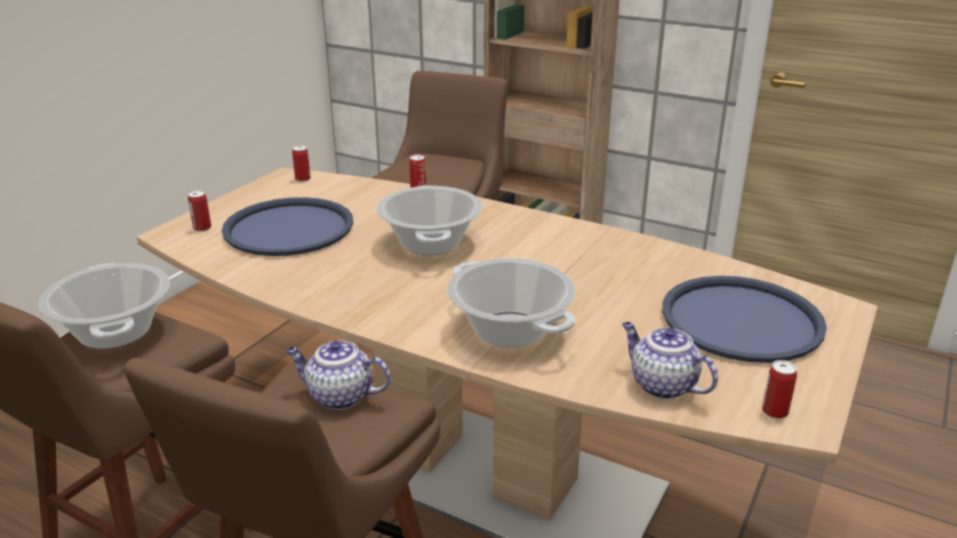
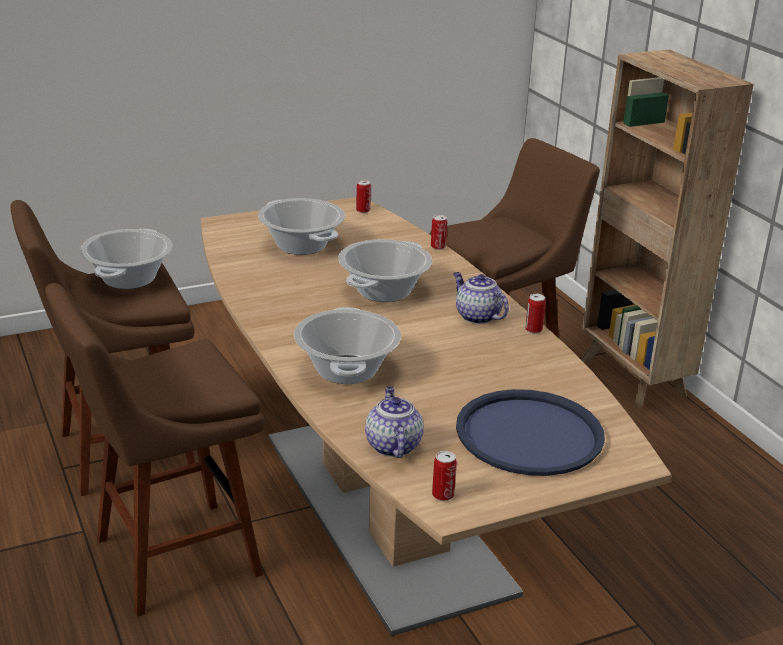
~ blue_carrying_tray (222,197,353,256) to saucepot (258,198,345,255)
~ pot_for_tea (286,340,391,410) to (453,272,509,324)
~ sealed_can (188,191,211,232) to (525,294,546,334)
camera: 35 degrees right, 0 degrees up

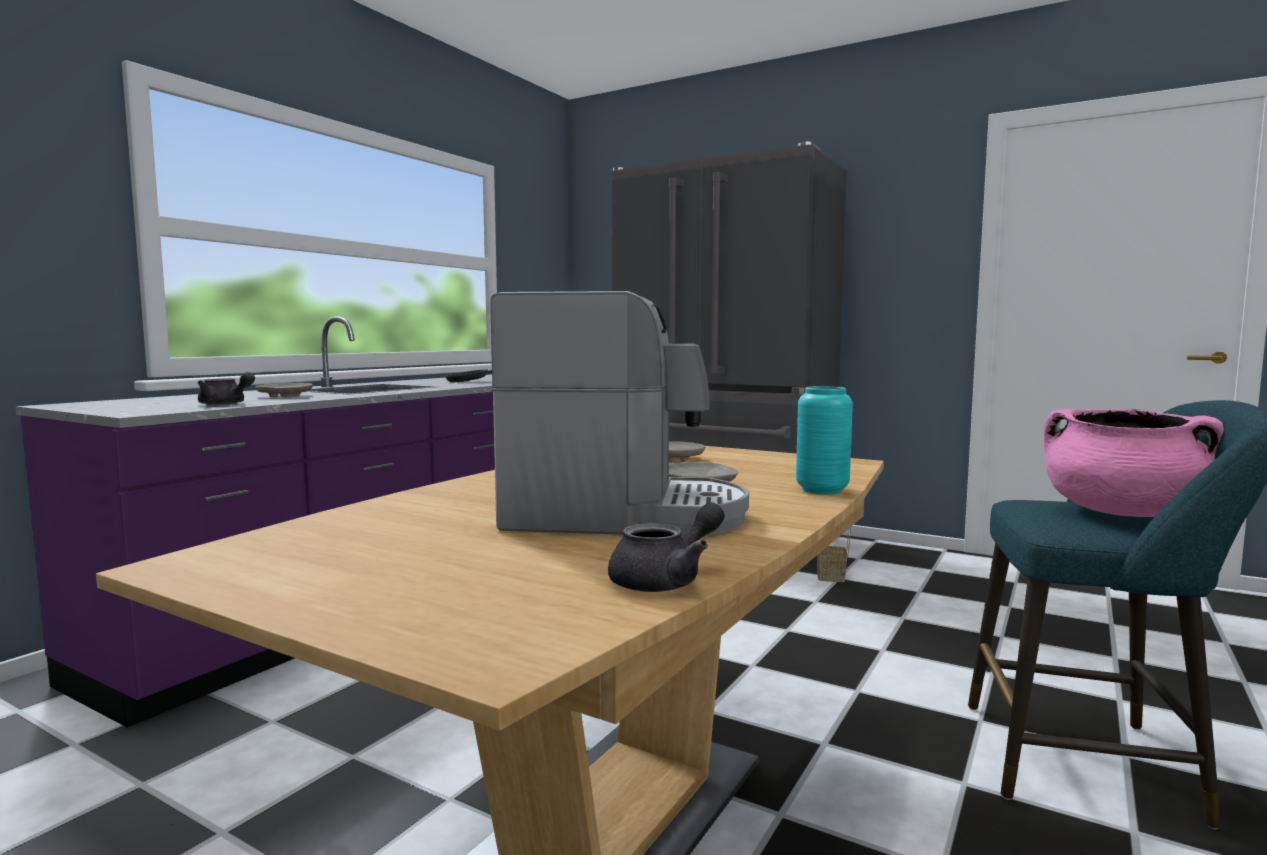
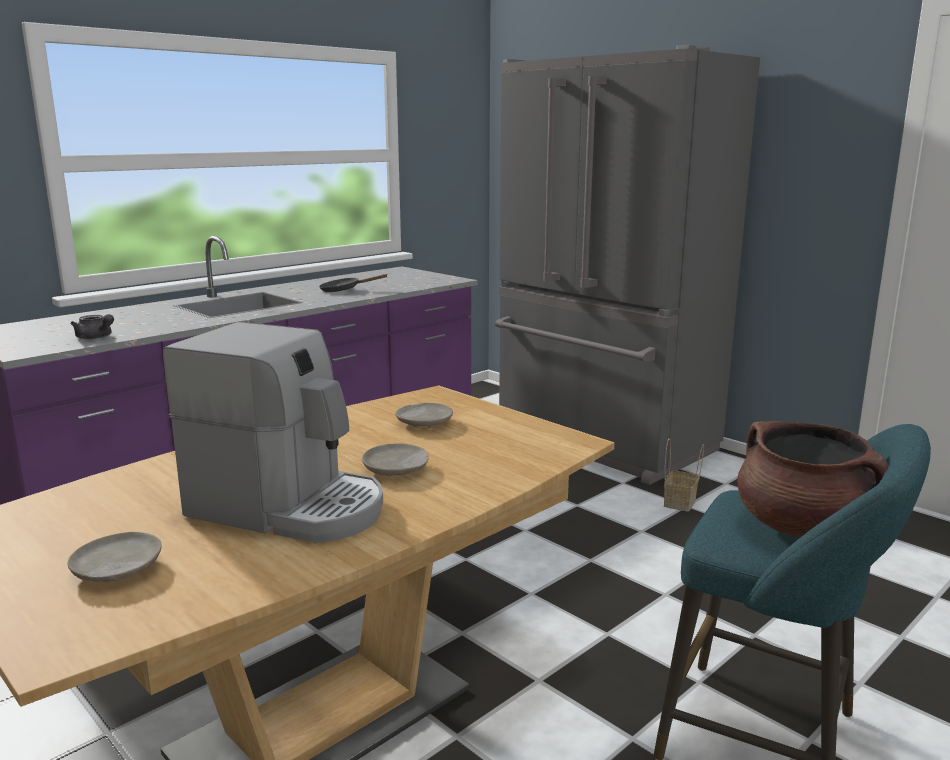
~ sand-coloured_plate (255,383,313,397) to (67,532,162,582)
~ pink-coloured_saucepot (1044,409,1224,517) to brown-coloured_saucepot (738,421,888,538)
- gray_pot_for_tea (608,502,725,592)
- turquoise-coloured_decorative_vase (796,386,853,494)
camera: 15 degrees right, 10 degrees up

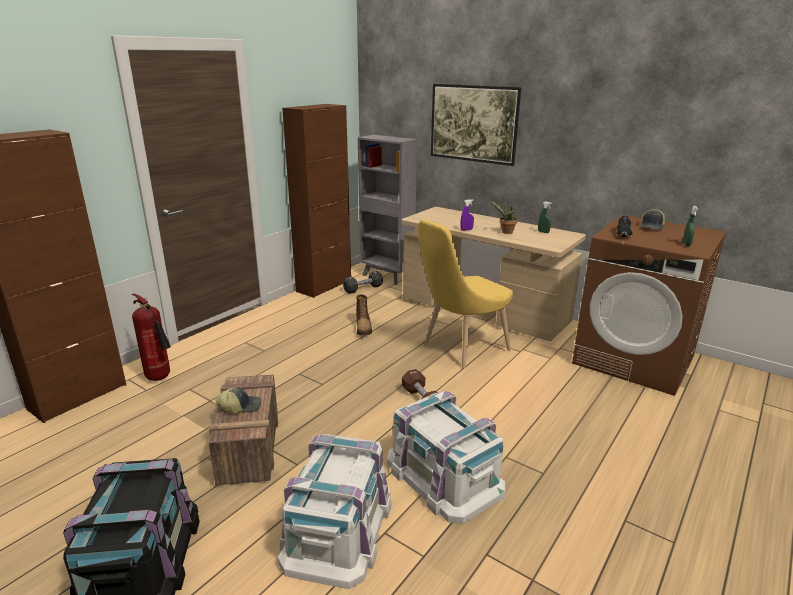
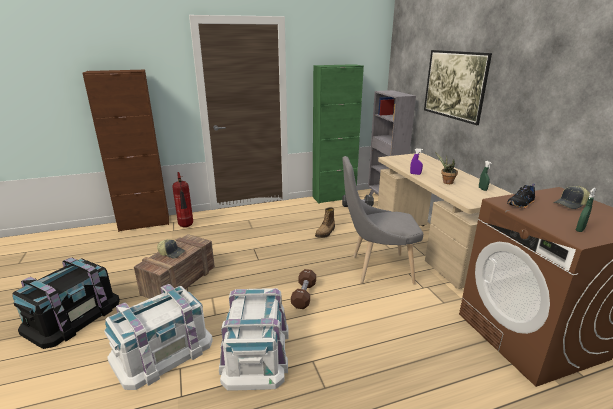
~ brown-coloured_storage_cabinet (282,104,351,298) to green_storage_cabinet (313,64,364,204)
~ yellowish_chair (418,219,513,368) to gray_chair (342,156,423,284)
camera: 35 degrees right, 0 degrees up

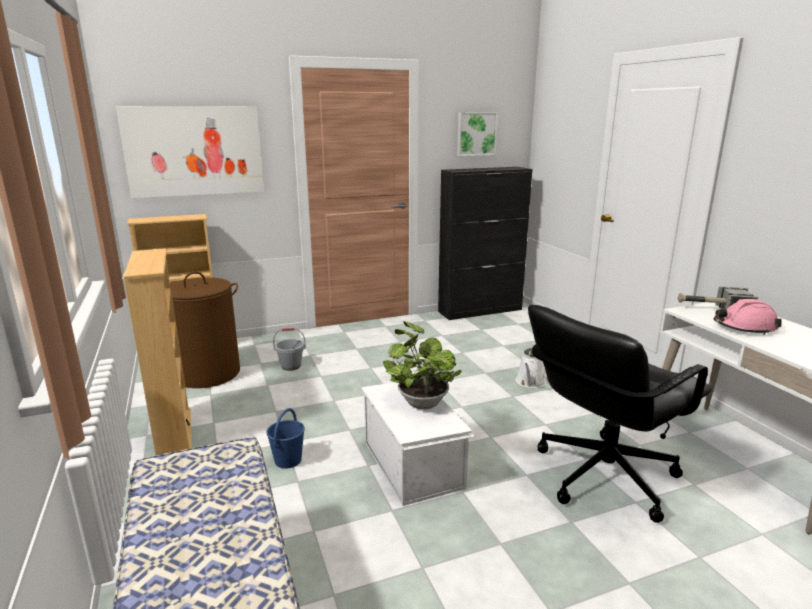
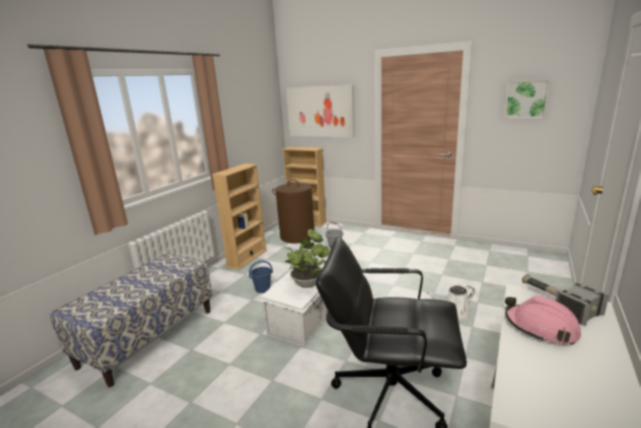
- black-coloured_storage_cabinet (438,167,532,320)
camera: 50 degrees right, 0 degrees up

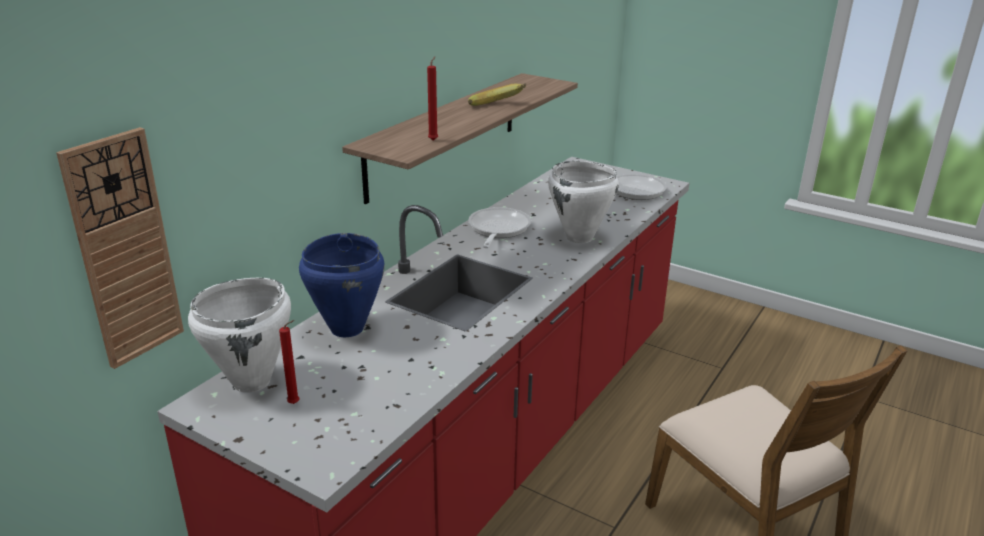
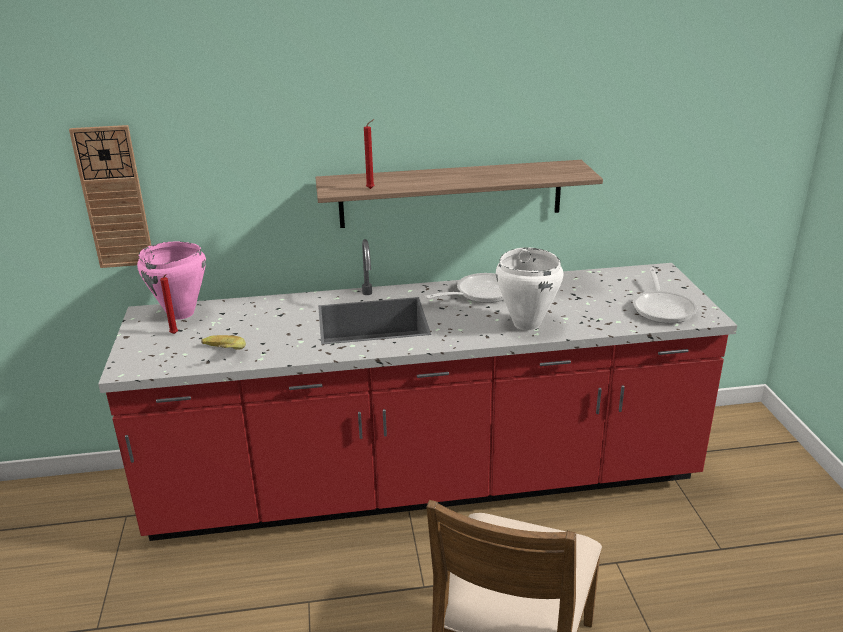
~ white_saucepot (188,278,291,393) to pink-coloured_saucepot (137,242,206,320)
~ banana_fruit (468,83,526,106) to (201,335,246,350)
- blue_saucepot (299,233,385,337)
camera: 50 degrees right, 0 degrees up

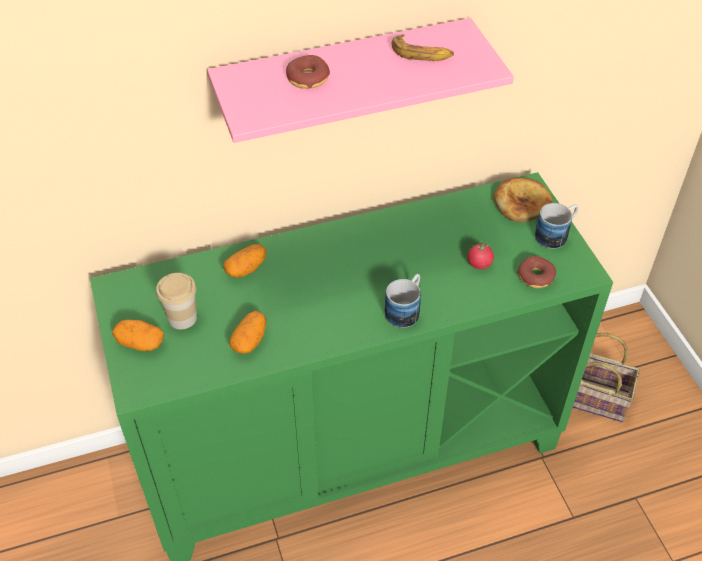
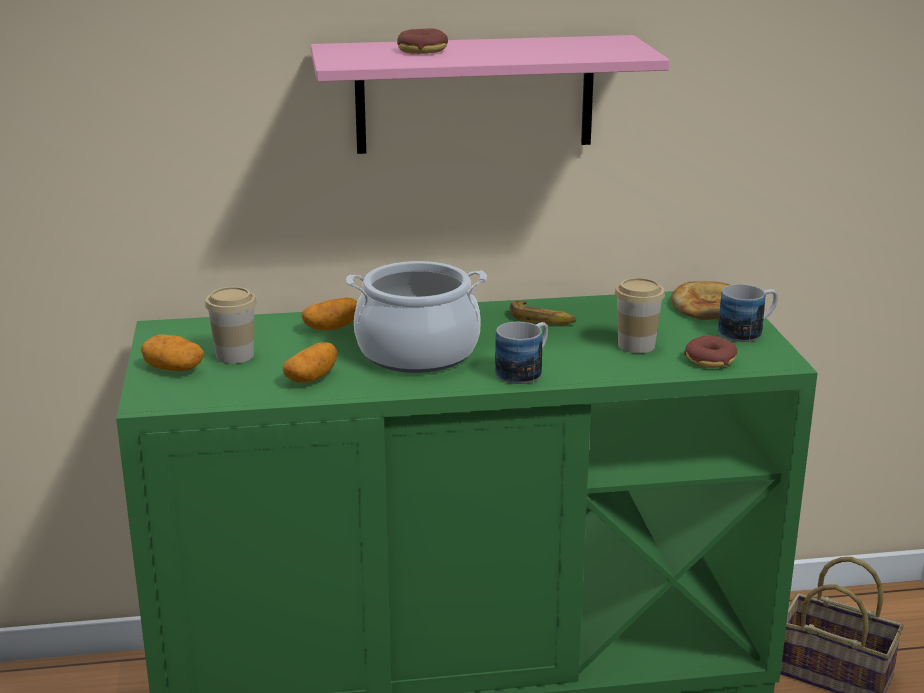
+ saucepot (346,261,487,373)
~ banana_fruit (392,35,454,61) to (510,301,576,325)
~ fresh_tomato (467,242,494,269) to drinking_cup (615,278,665,353)
camera: 10 degrees right, 25 degrees down

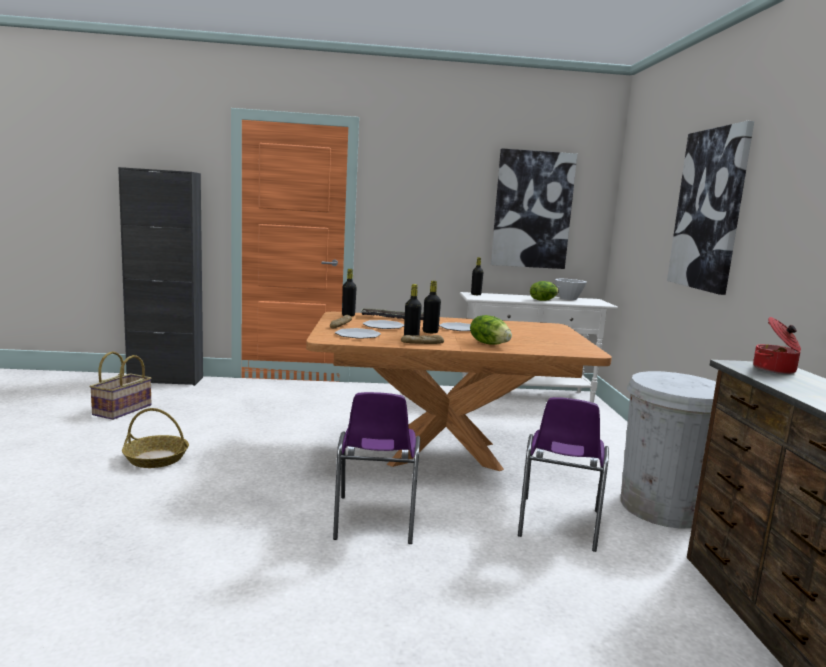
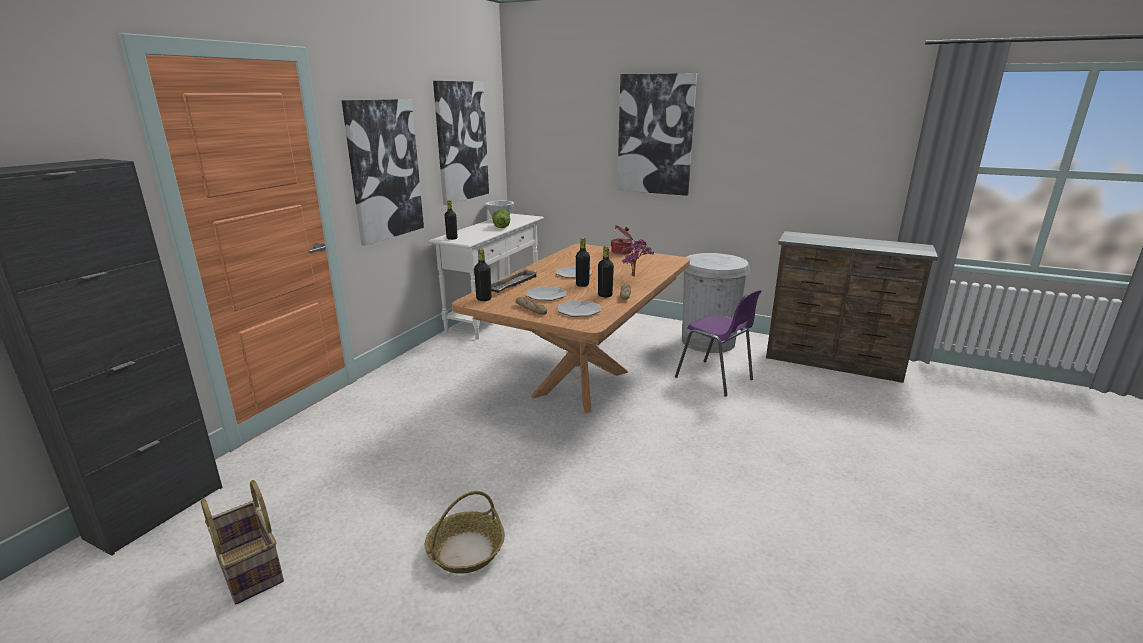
+ wall_picture (342,99,424,246)
~ saucepot (753,317,801,374) to (611,225,633,255)
~ head_of_lettuce (470,315,512,345) to potted_plant (622,239,654,276)
- purplish_chair (333,392,420,544)
camera: 60 degrees left, 10 degrees up

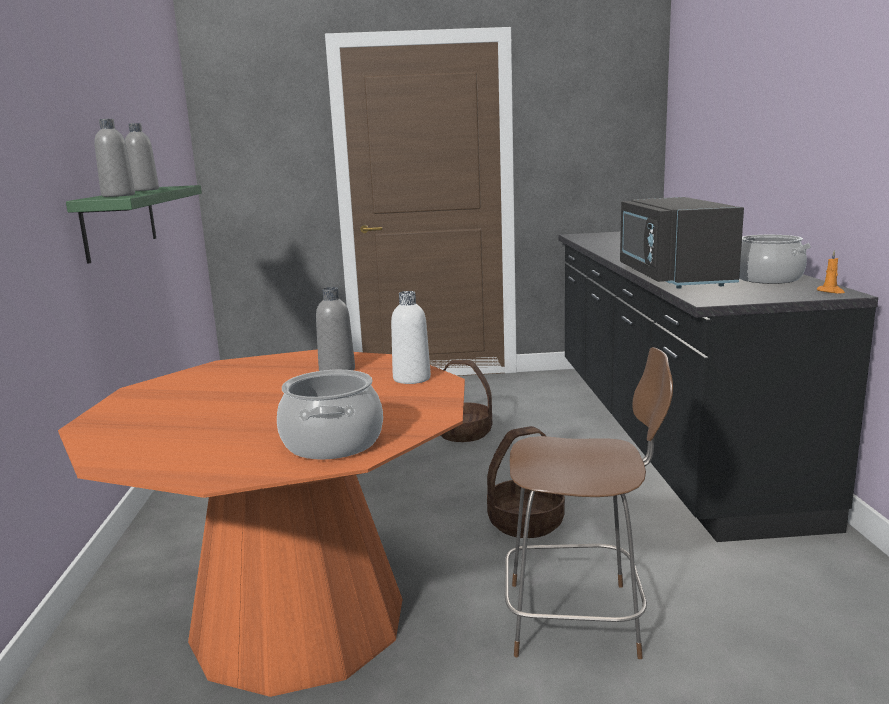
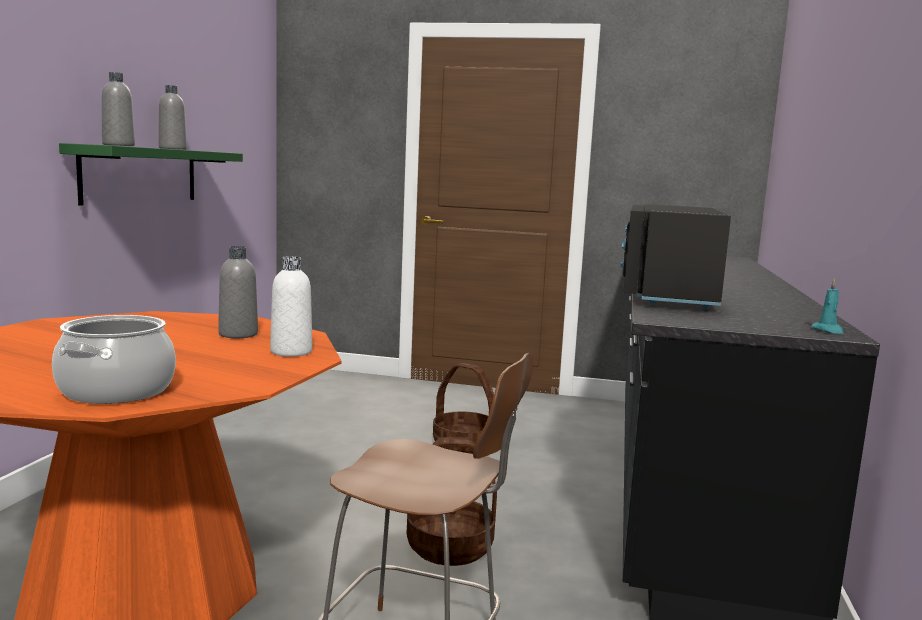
~ orange_candle (817,250,845,293) to turquoise-coloured_candle (811,278,844,334)
- saucepot (739,235,811,284)
camera: 15 degrees right, 5 degrees down

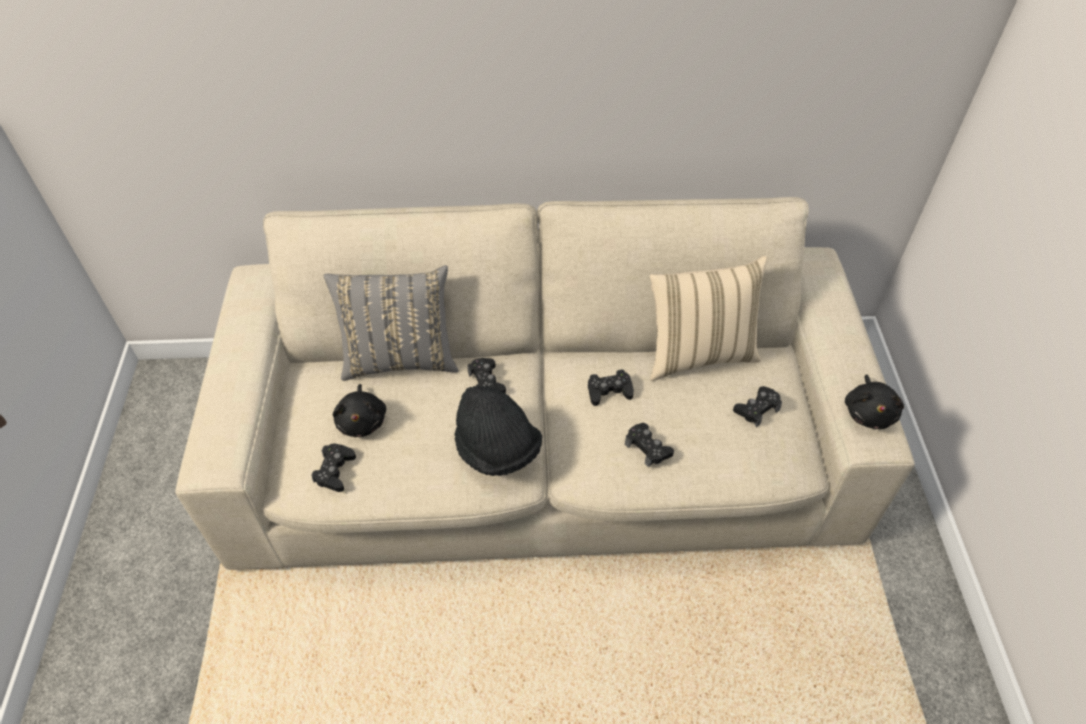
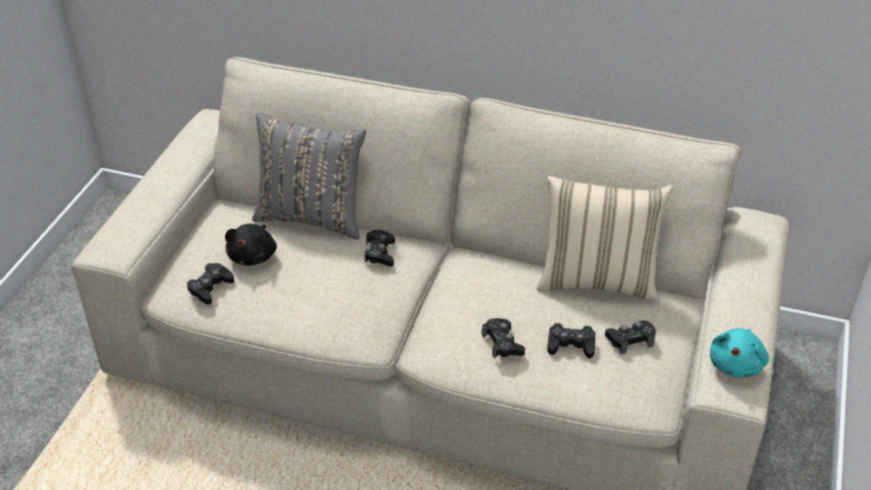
~ black-coloured_joypad (588,369,634,406) to (547,323,596,359)
~ black-coloured_plush_toy (845,375,904,429) to turquoise-coloured_plush_toy (710,328,769,378)
- black-coloured_clothing_hat (454,386,542,476)
camera: 20 degrees right, 10 degrees down

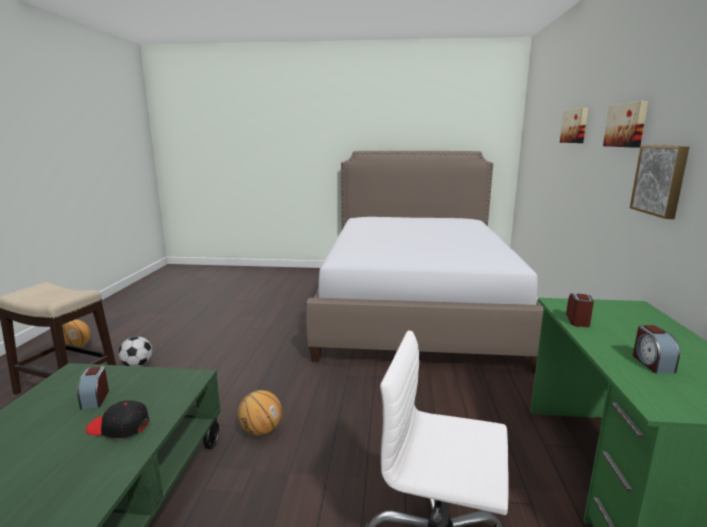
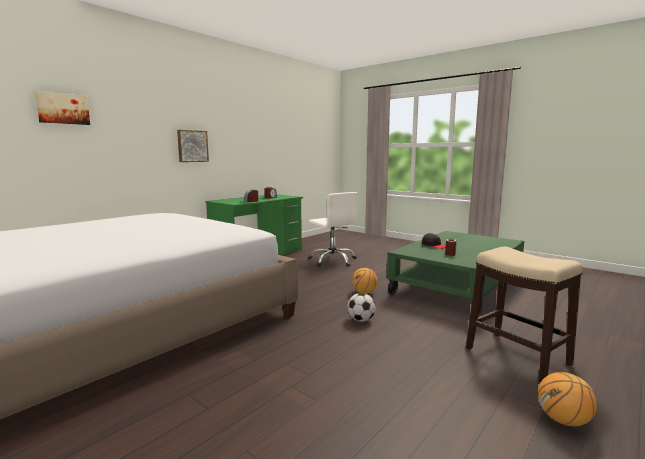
~ ball_for_football (118,336,153,366) to (347,293,376,322)
- wall_picture (603,101,648,148)
camera: 145 degrees left, 5 degrees down

